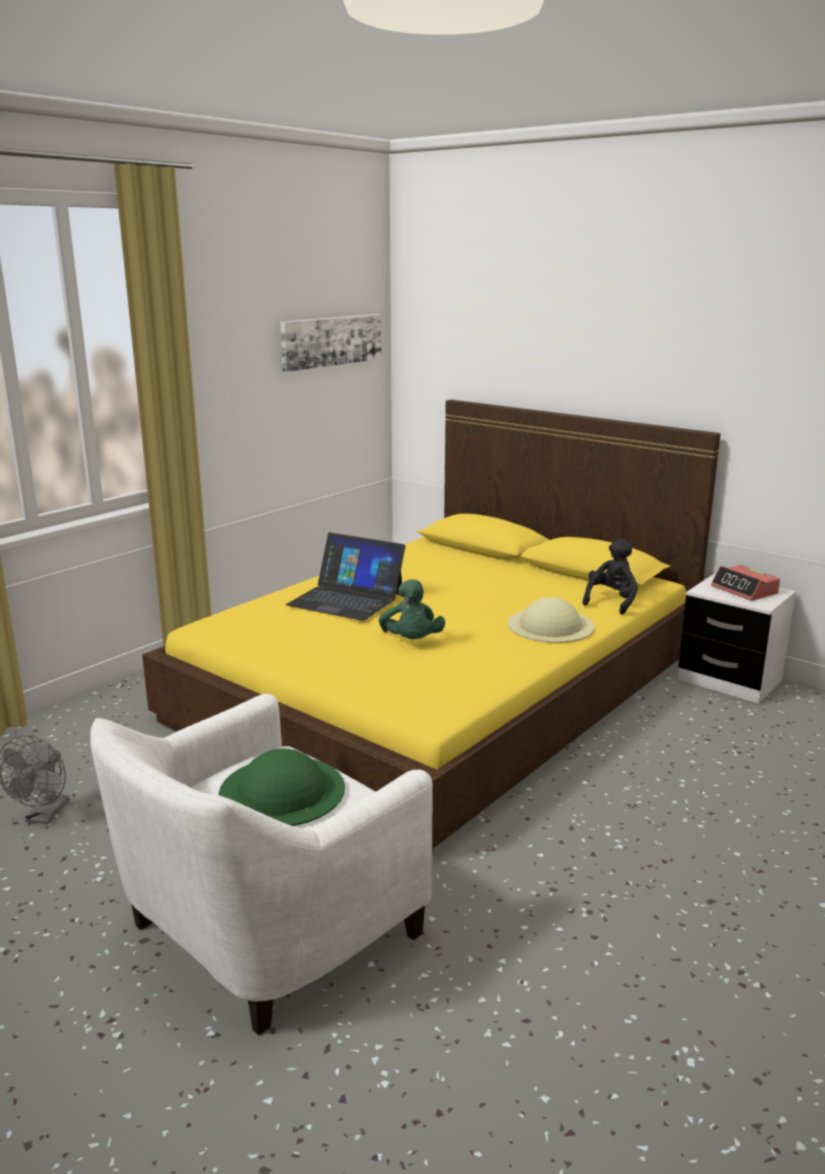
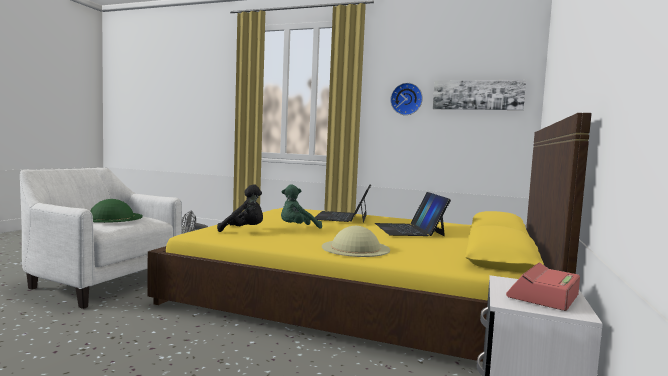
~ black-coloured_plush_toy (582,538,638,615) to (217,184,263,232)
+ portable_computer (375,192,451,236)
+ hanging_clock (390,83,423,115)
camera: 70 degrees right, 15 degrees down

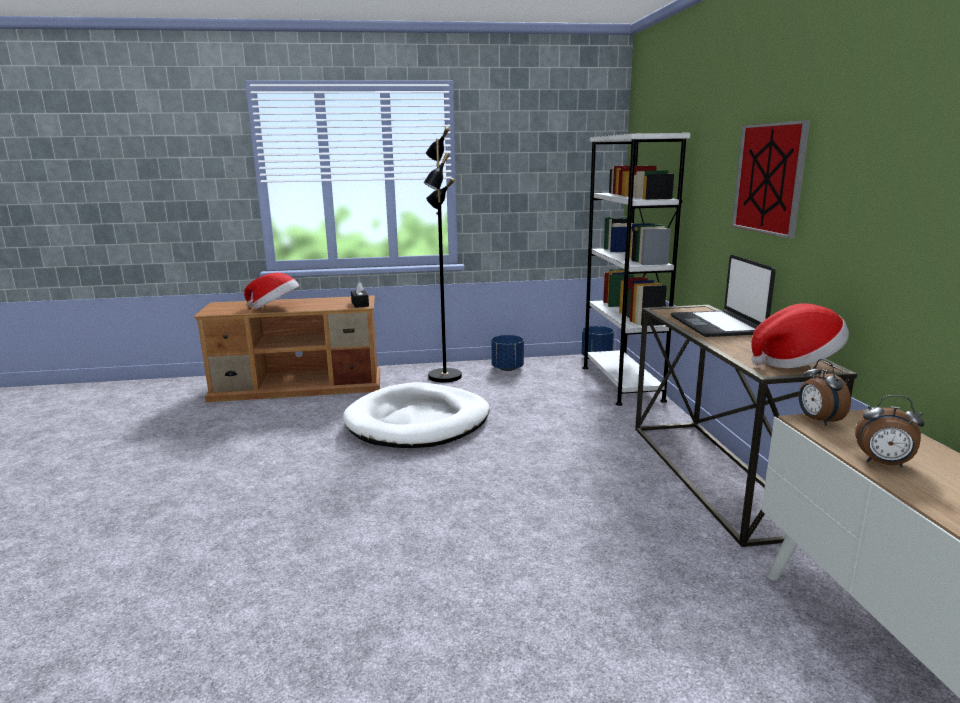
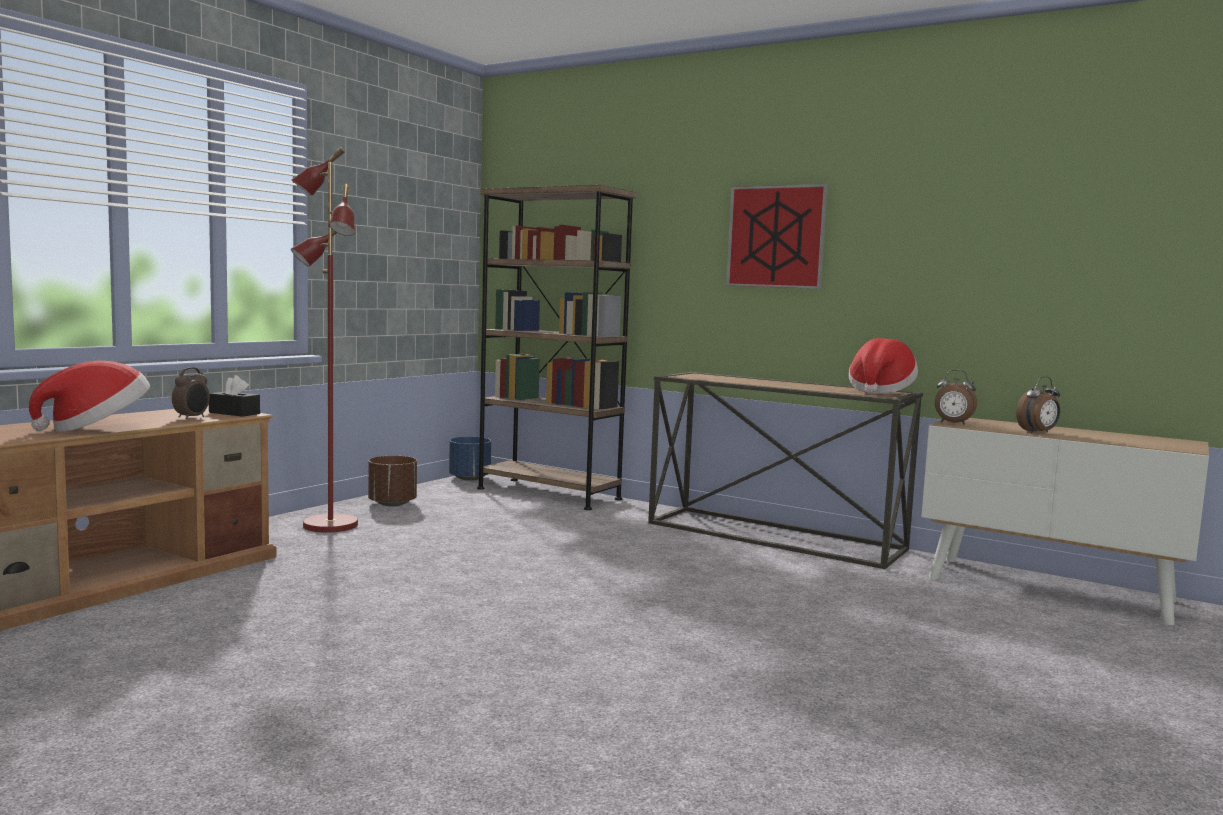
+ alarm_clock (172,367,210,419)
~ black-coloured_floor_lamp (424,127,462,382) to reddish_floor_lamp (291,147,358,532)
~ blue_plant_pot (491,335,524,371) to brown-coloured_plant_pot (368,456,417,506)
~ white_shelving_unit (583,133,690,406) to brown-coloured_shelving_unit (477,185,637,510)
- white_dog_cushion (343,382,490,448)
- portable_computer (671,255,776,337)
camera: 50 degrees left, 10 degrees down

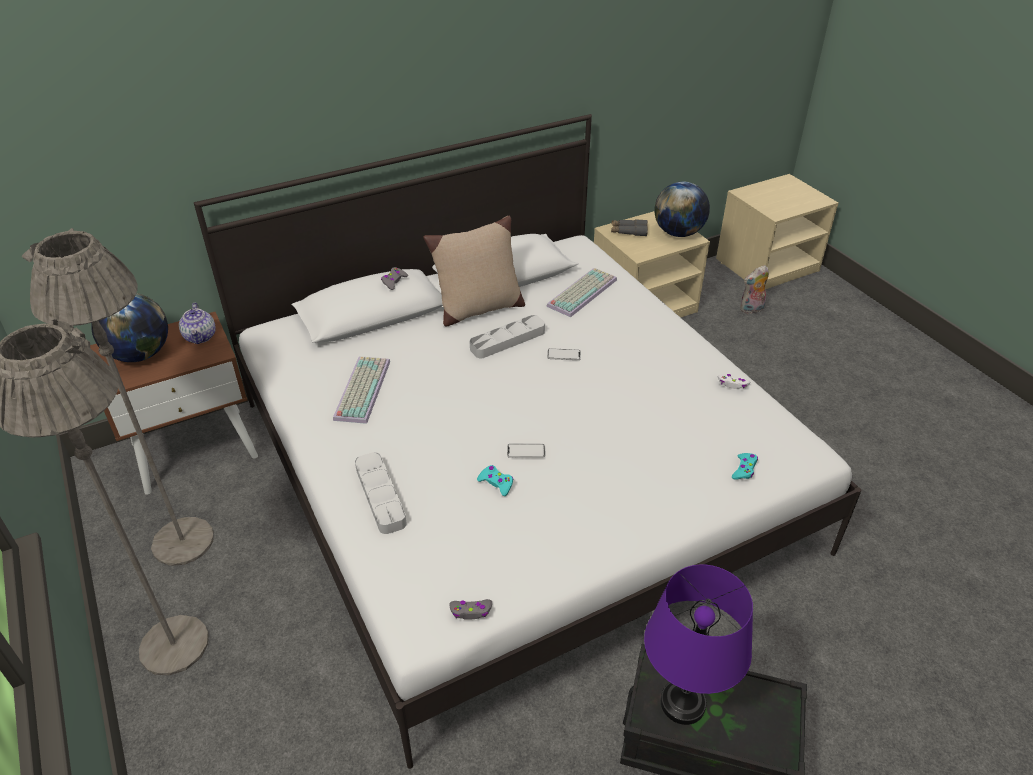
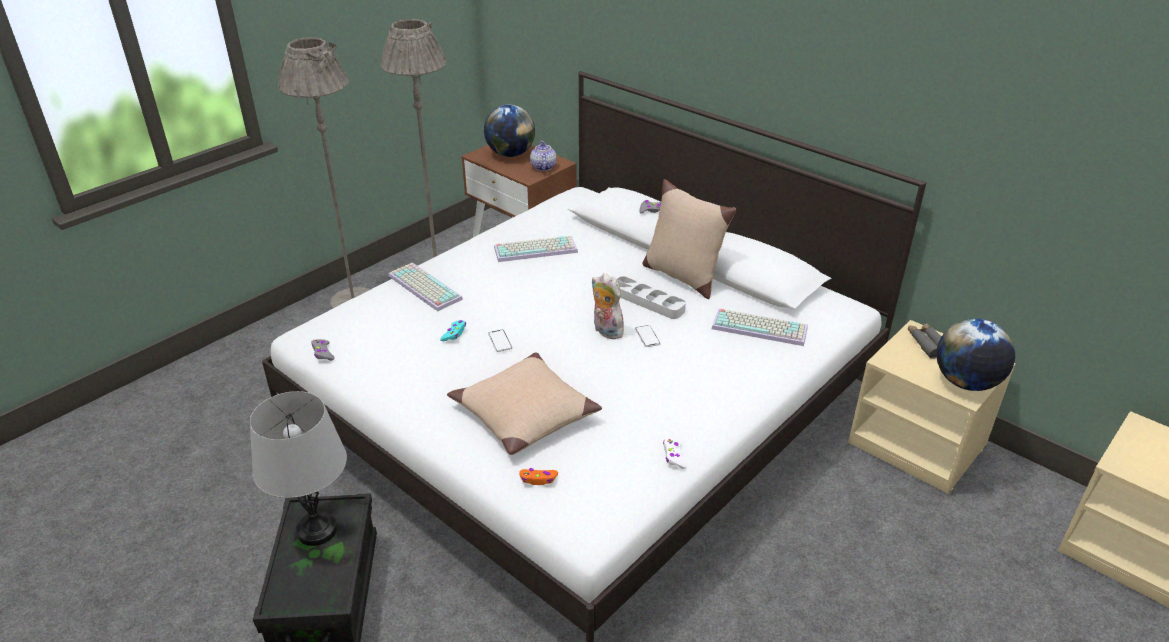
~ purplish_lamp_for_a_table (644,564,753,725) to gray_lamp_for_a_table (250,391,347,546)
~ gray_carrying_tray (355,452,407,534) to PC_keyboard (389,263,463,311)
+ sand-coloured_pillow (447,352,602,455)
~ turquoise-coloured_joypad (732,453,758,480) to orange_joypad (519,468,558,485)
~ pot_for_tea (179,303,216,344) = (530,141,557,171) 120 degrees clockwise
~ plush_toy (740,265,769,314) to (591,273,624,339)
camera: 70 degrees right, 5 degrees down

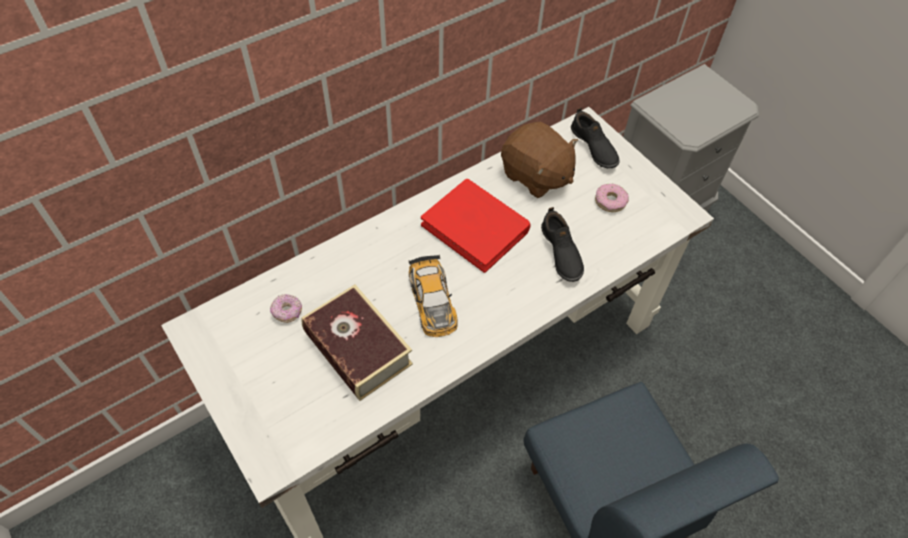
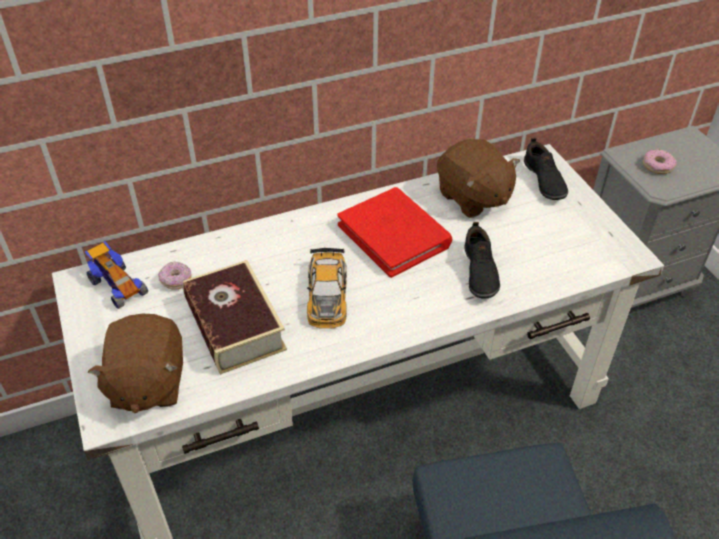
+ model_car (84,241,148,309)
+ brown-coloured_plush_toy (88,314,183,413)
~ donut (595,184,629,212) to (643,149,677,174)
camera: 15 degrees right, 10 degrees down

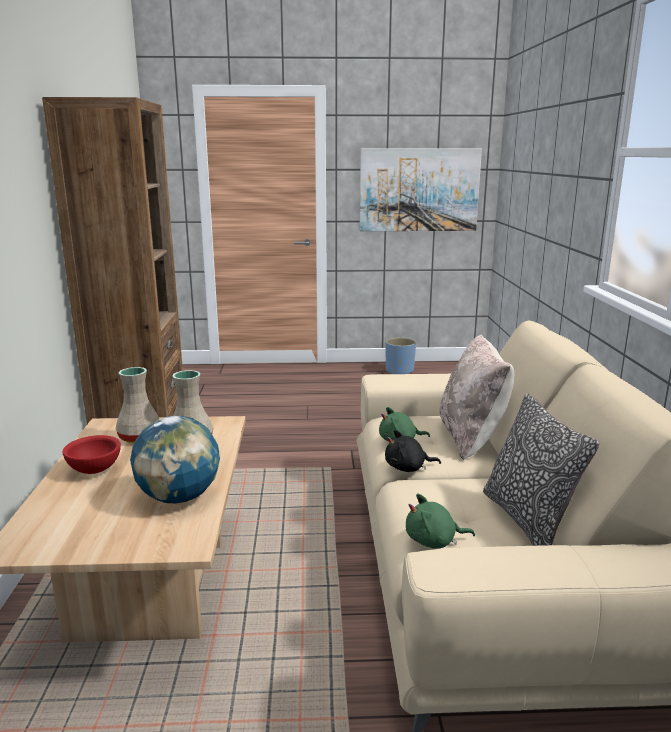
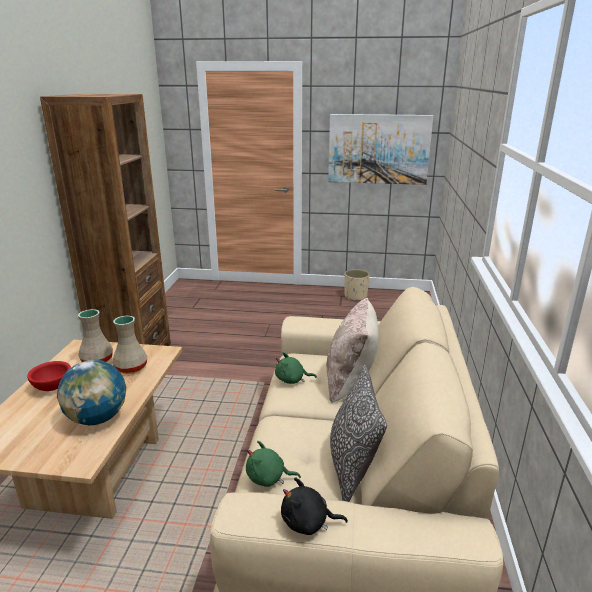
~ black-coloured_plush_toy (385,430,441,472) to (281,477,348,535)
~ blue_plant_pot (385,337,416,374) to sand-coloured_plant_pot (344,269,370,301)
camera: 10 degrees right, 5 degrees up

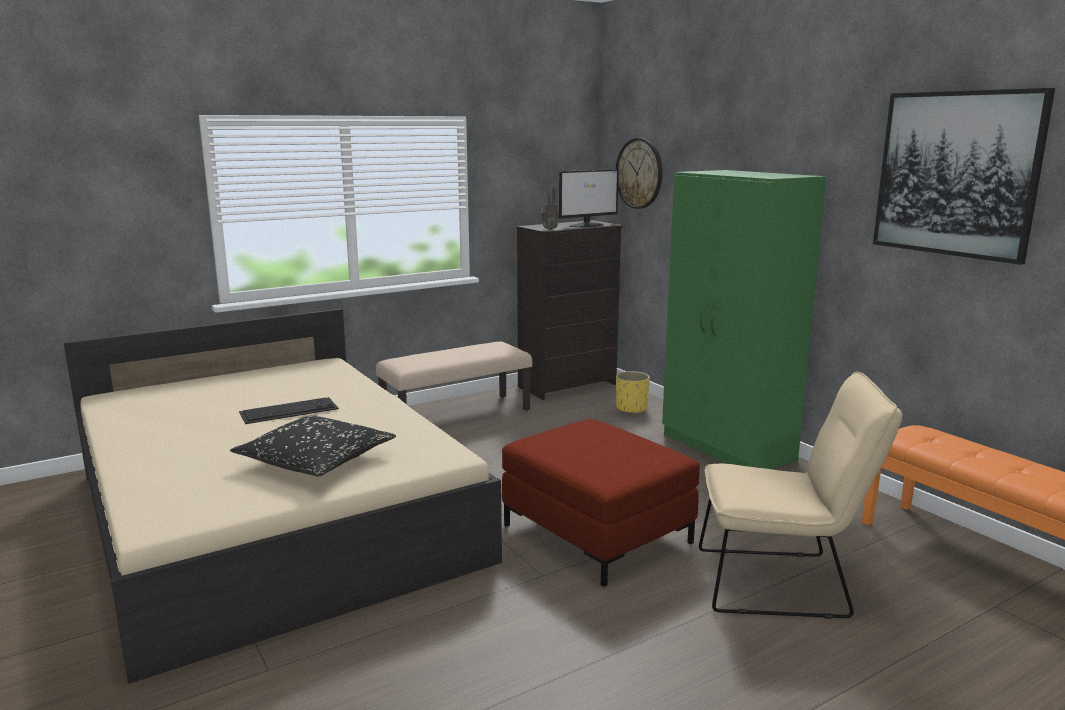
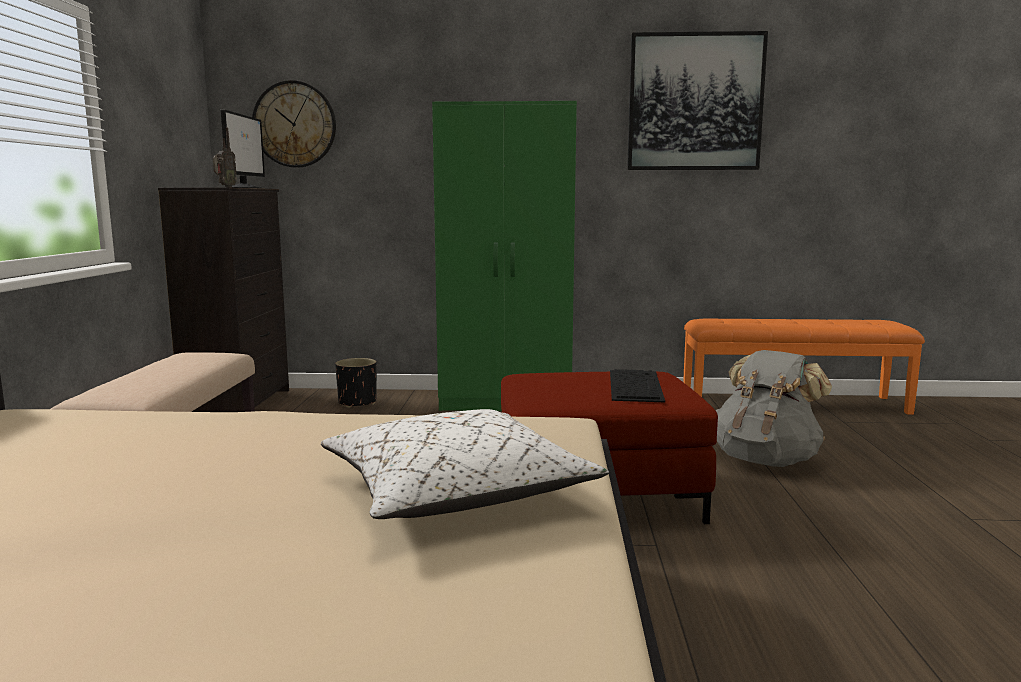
~ black-coloured_pillow (230,415,396,477) to white_pillow (321,409,609,519)
~ yellowish_plant_pot (616,371,650,414) to black-coloured_plant_pot (335,358,377,408)
~ PC_keyboard (239,397,339,424) to (610,369,665,402)
~ sand-coloured_chair (699,372,903,619) to gray_knapsack (716,350,832,467)
camera: 55 degrees left, 5 degrees down

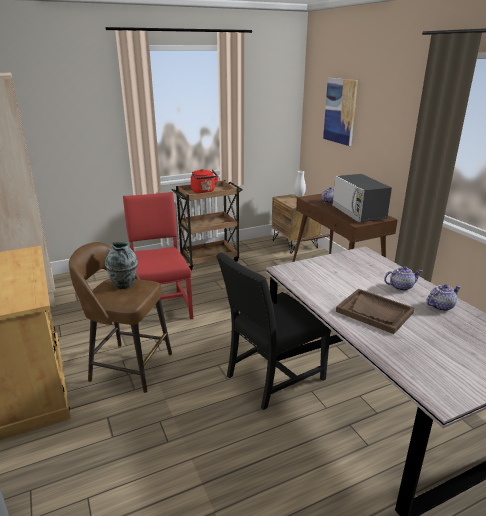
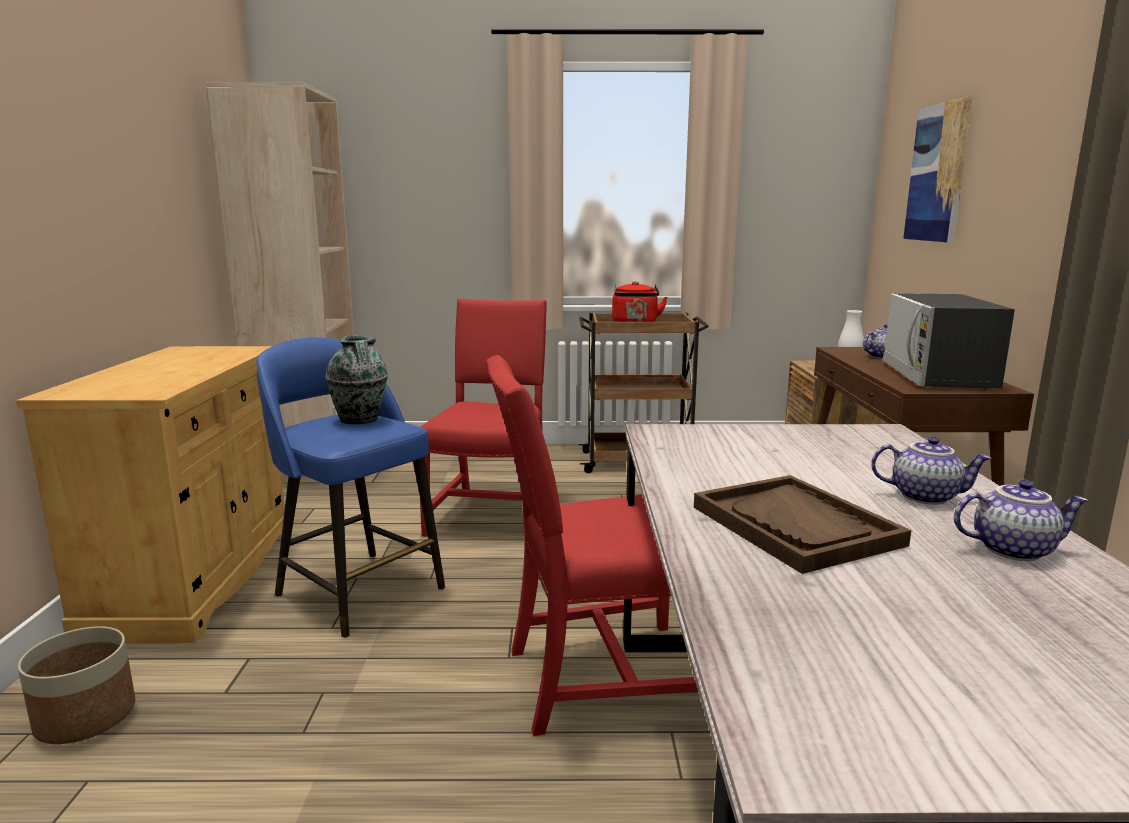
+ plant_pot (18,626,135,744)
~ brown-coloured_stool_seat (69,242,172,393) to blue_stool_seat (256,337,445,638)
~ black-coloured_chair (216,252,331,410) to reddish_chair (485,355,698,736)
camera: 25 degrees right, 10 degrees down

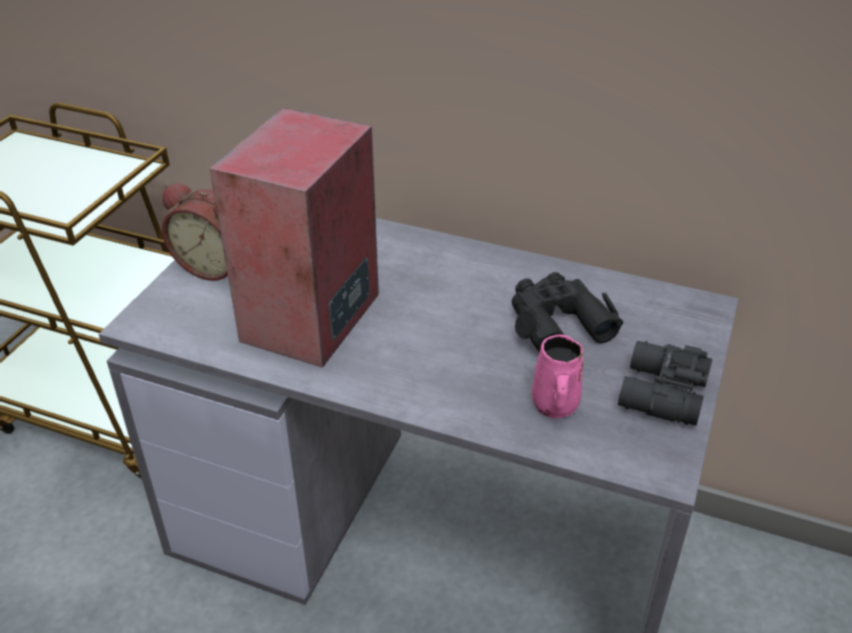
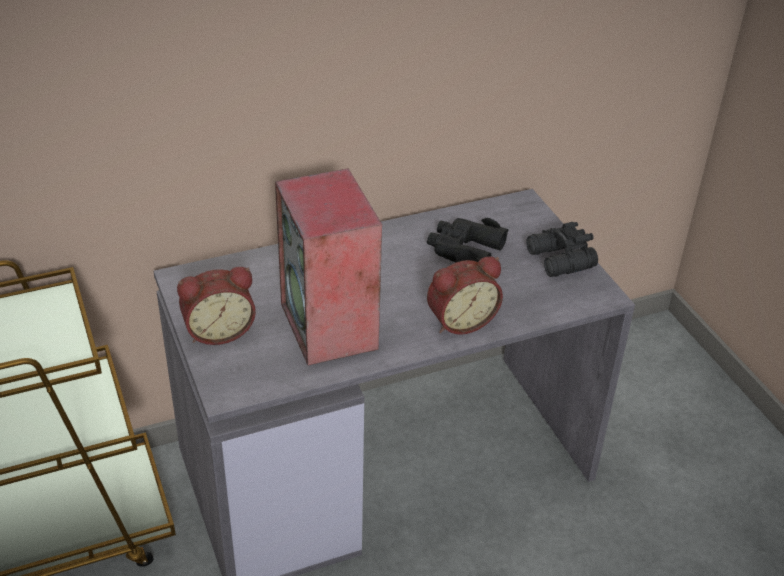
+ alarm_clock (427,256,503,335)
- pink-coloured_tea_mug (532,335,583,418)
camera: 45 degrees left, 0 degrees up

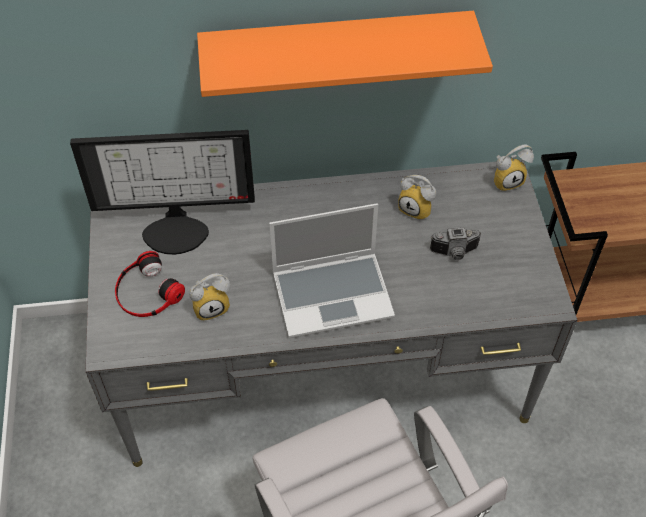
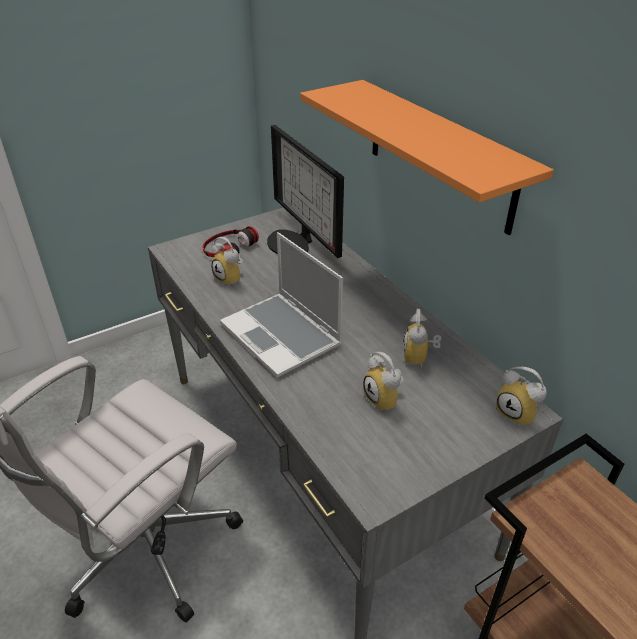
~ photo_camera (430,227,482,260) to alarm_clock (363,352,403,412)
camera: 65 degrees right, 15 degrees down

